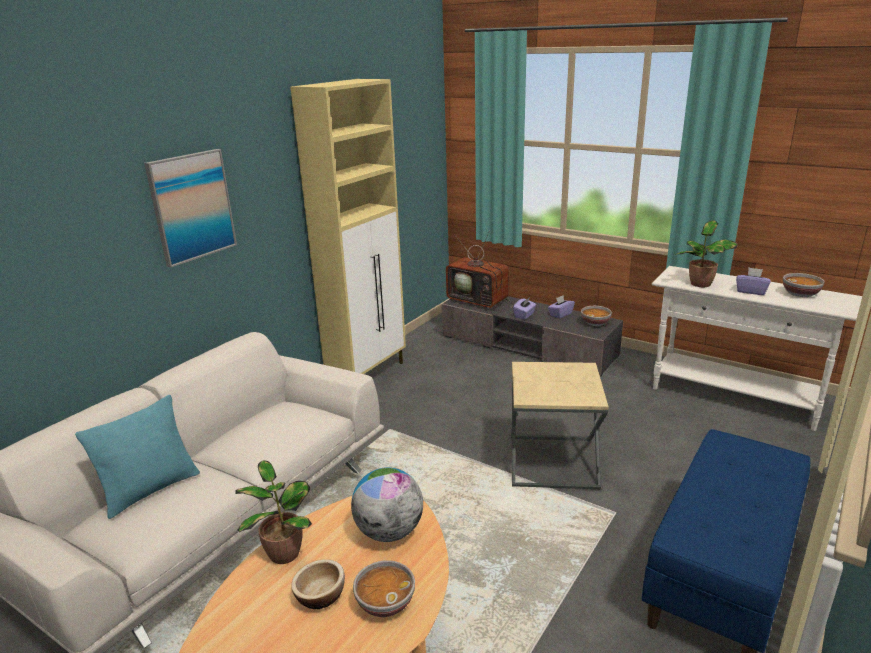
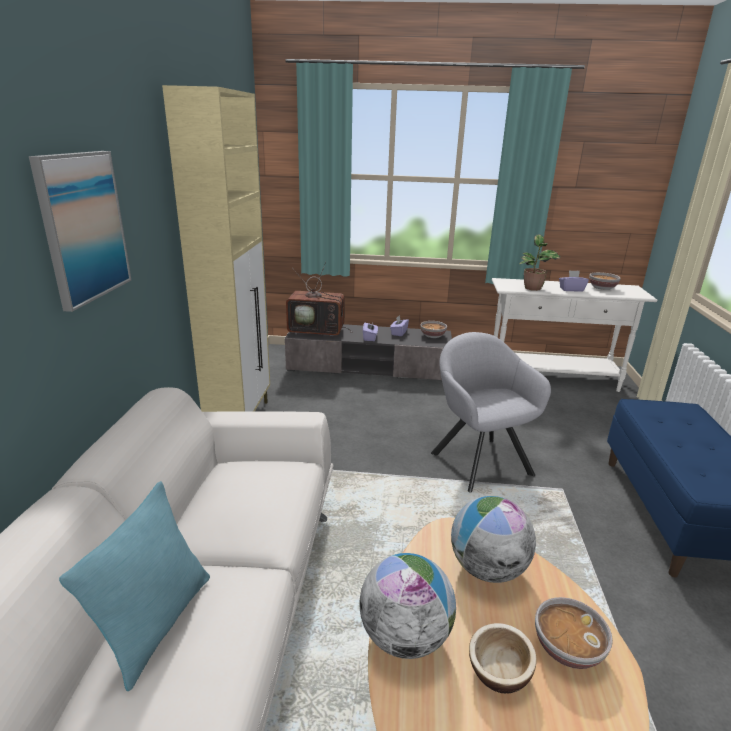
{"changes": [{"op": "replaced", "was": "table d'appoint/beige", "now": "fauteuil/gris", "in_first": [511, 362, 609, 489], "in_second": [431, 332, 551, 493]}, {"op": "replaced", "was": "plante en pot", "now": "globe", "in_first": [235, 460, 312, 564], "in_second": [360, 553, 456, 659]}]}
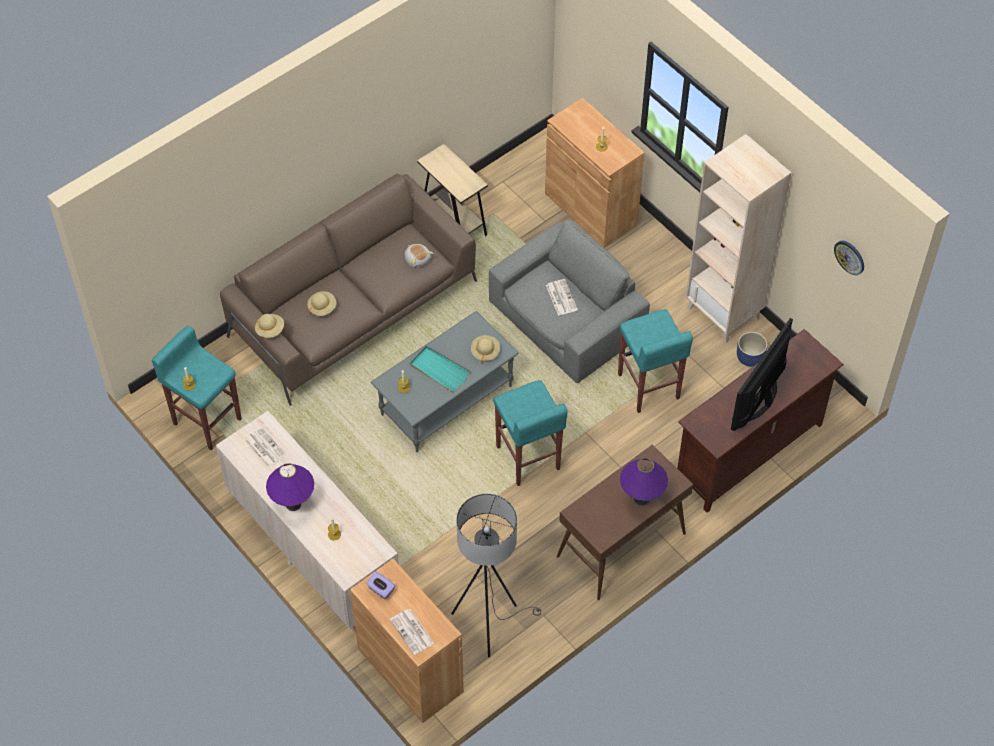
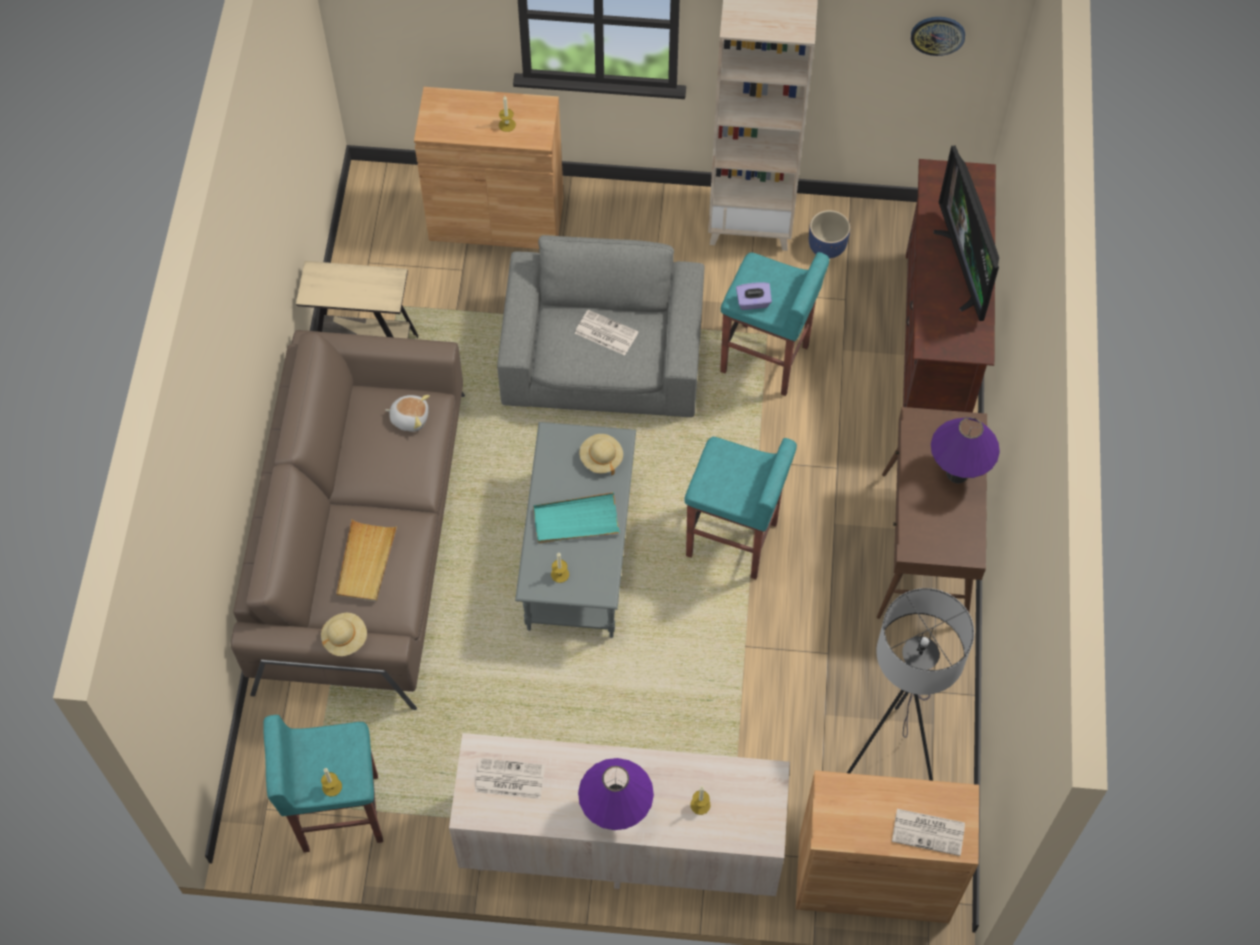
{"changes": [{"op": "replaced", "was": "chapeau/beige", "now": "plateau/beige", "in_first": [307, 291, 337, 316], "in_second": [336, 519, 397, 602]}, {"op": "moved", "was": "boîte à mouchoirs/violet", "in_first": [366, 571, 395, 599], "in_second": [736, 282, 772, 310]}]}
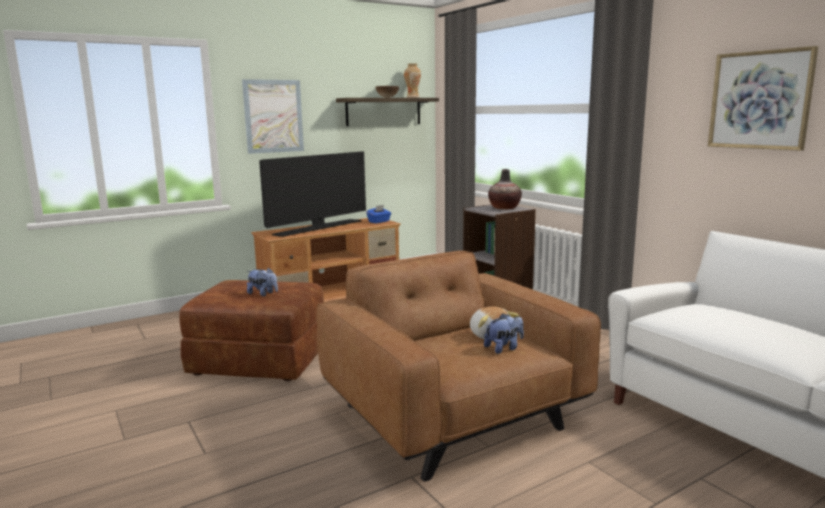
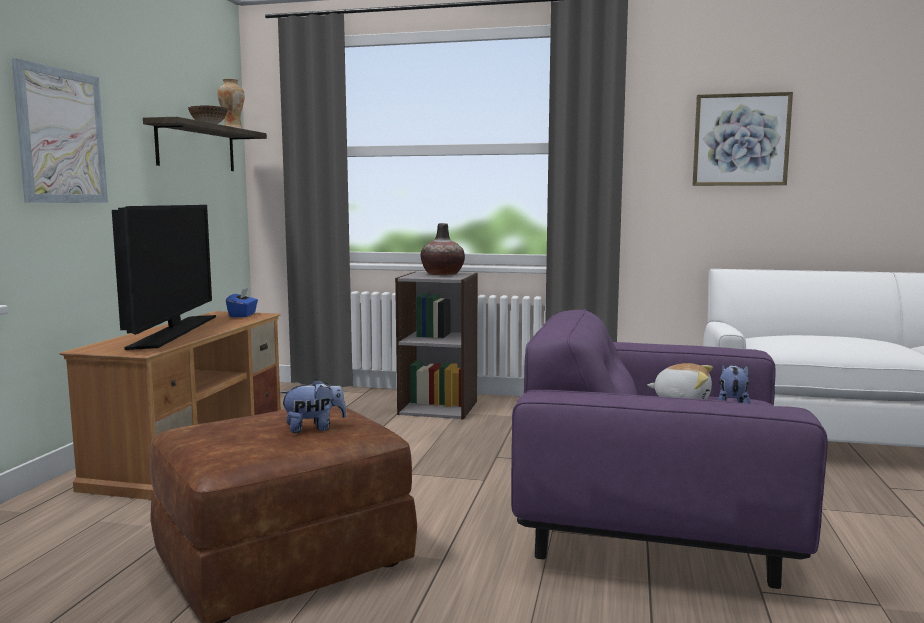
{"changes": [{"op": "recoloured", "was": "fauteuil/marron", "now": "fauteuil/violet", "in_first": [316, 251, 601, 482], "in_second": [511, 309, 828, 589]}]}
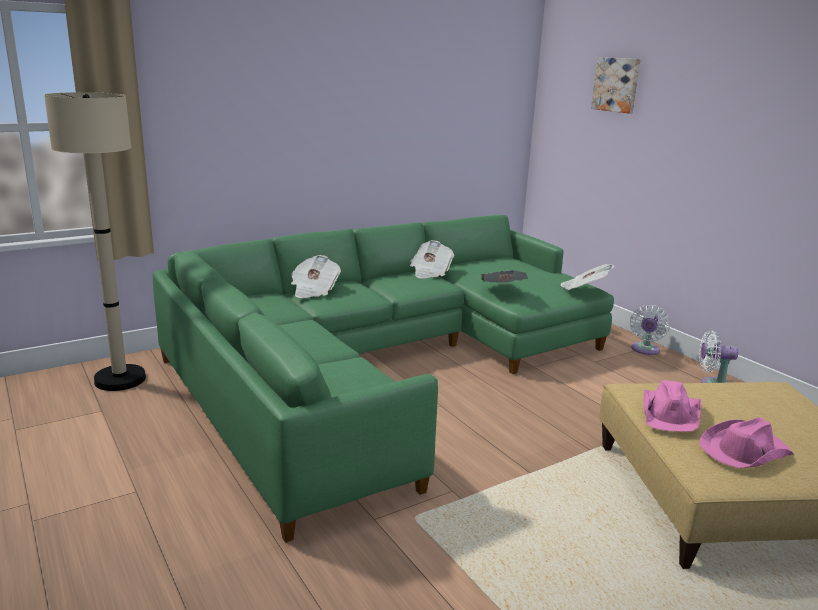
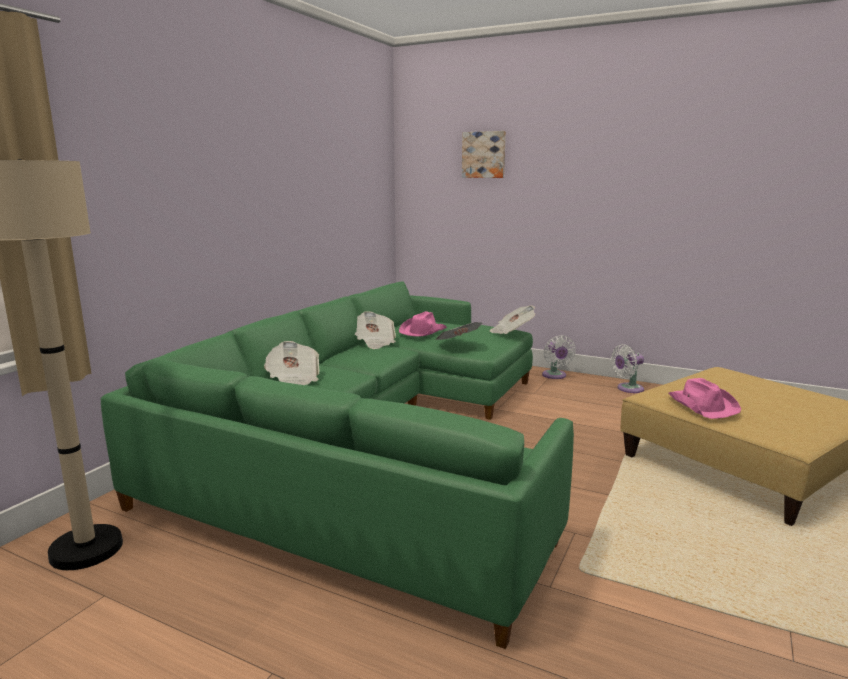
{"changes": [{"op": "moved", "was": "chapeau/rose", "in_first": [699, 417, 794, 468], "in_second": [399, 311, 447, 337]}]}
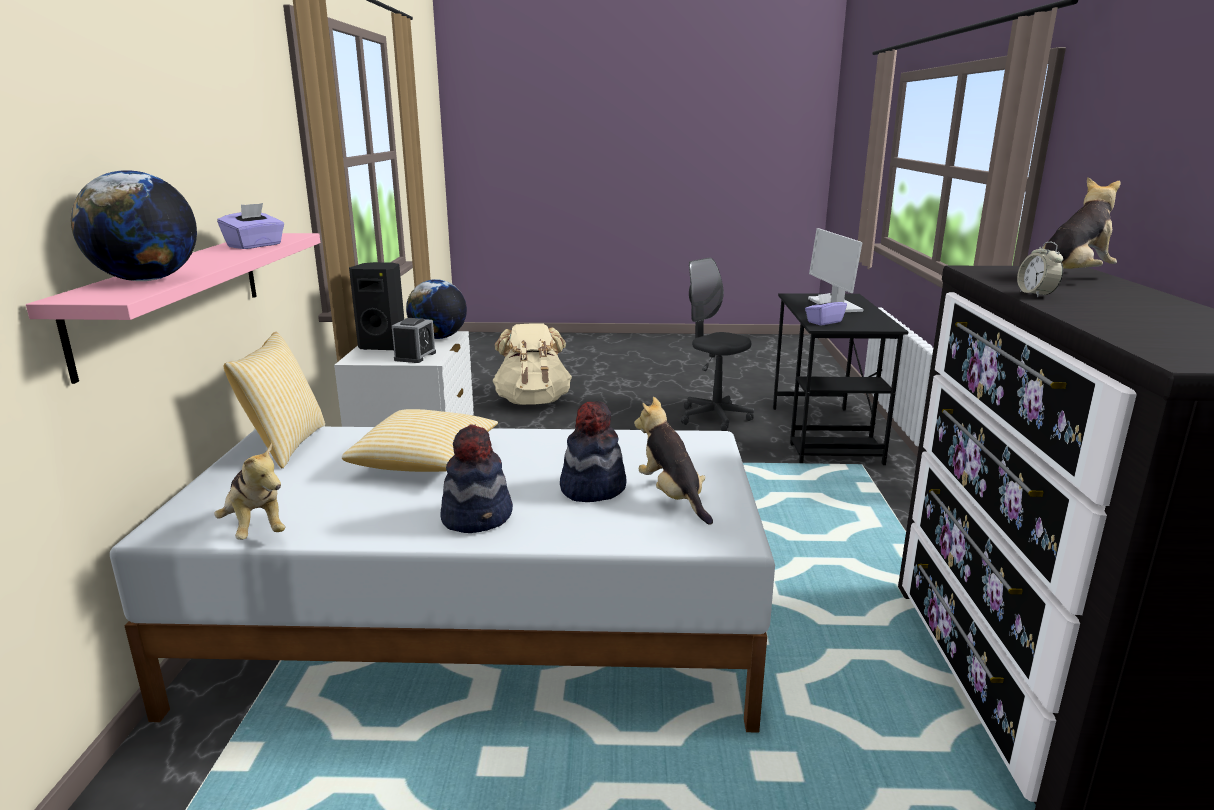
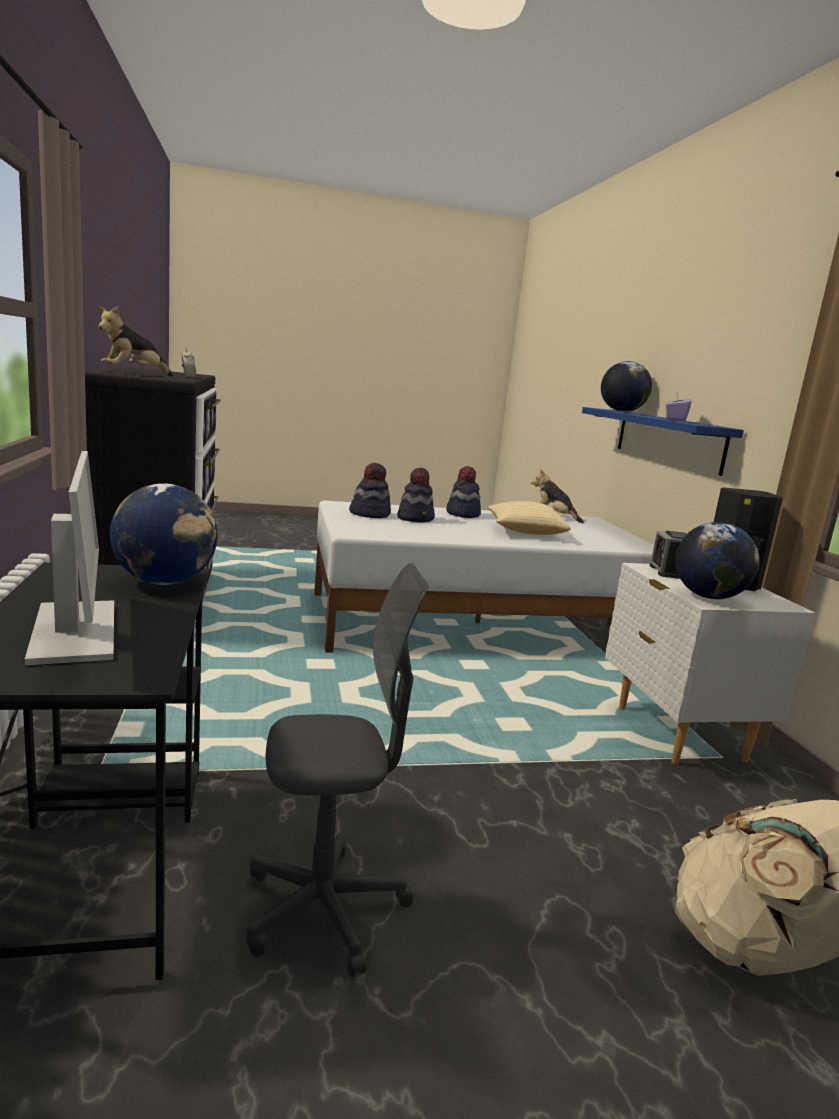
{"changes": [{"op": "recoloured", "was": "étagère/rose", "now": "étagère/bleu", "in_first": [26, 233, 320, 384], "in_second": [582, 407, 744, 476]}, {"op": "turned", "was": "chaise de bureau/gris", "in_first": [681, 258, 754, 431], "in_second": [247, 563, 428, 977], "clockwise": -45}, {"op": "replaced", "was": "boîte à mouchoirs/violet", "now": "globe", "in_first": [805, 293, 847, 325], "in_second": [110, 483, 218, 585]}, {"op": "removed", "was": "coussin", "in_first": [224, 332, 325, 468]}, {"op": "replaced", "was": "peluche", "now": "chapeau", "in_first": [634, 397, 713, 525], "in_second": [349, 463, 391, 518]}]}
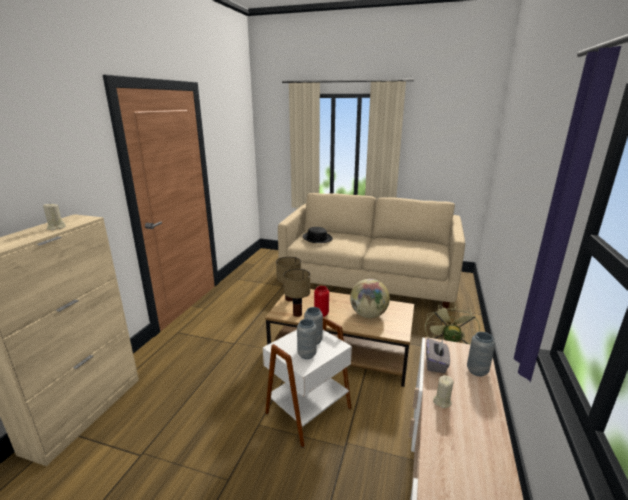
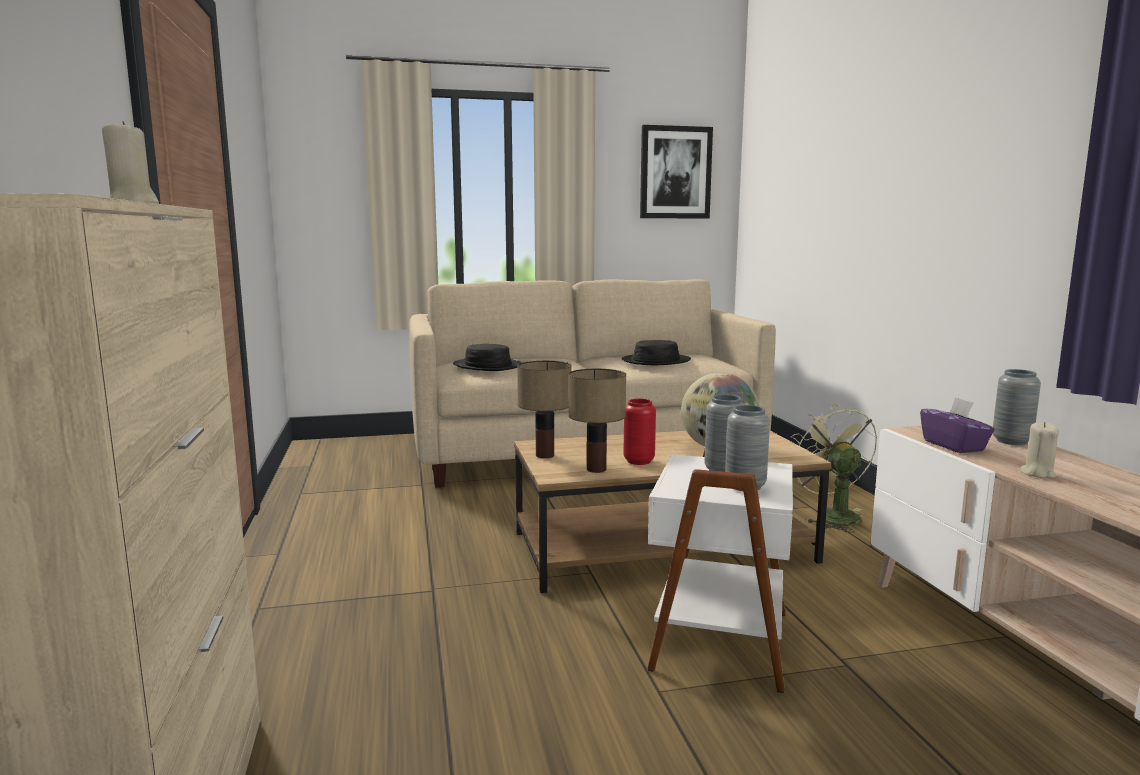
{"changes": [{"op": "recoloured", "was": "boîte à mouchoirs/gris", "now": "boîte à mouchoirs/violet", "in_first": [426, 338, 450, 373], "in_second": [920, 397, 995, 453]}, {"op": "added", "now": "tableau", "in_second": [640, 125, 713, 219]}, {"op": "added", "now": "chapeau/noir", "in_second": [621, 340, 691, 365]}]}
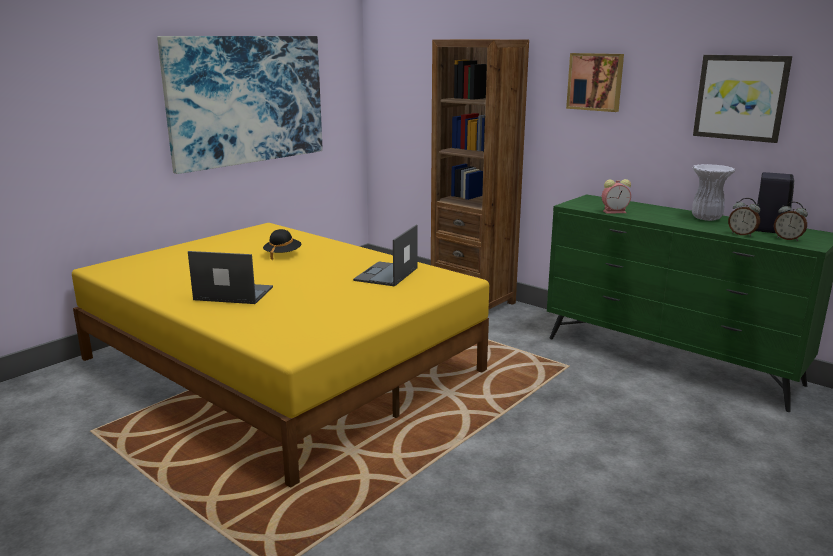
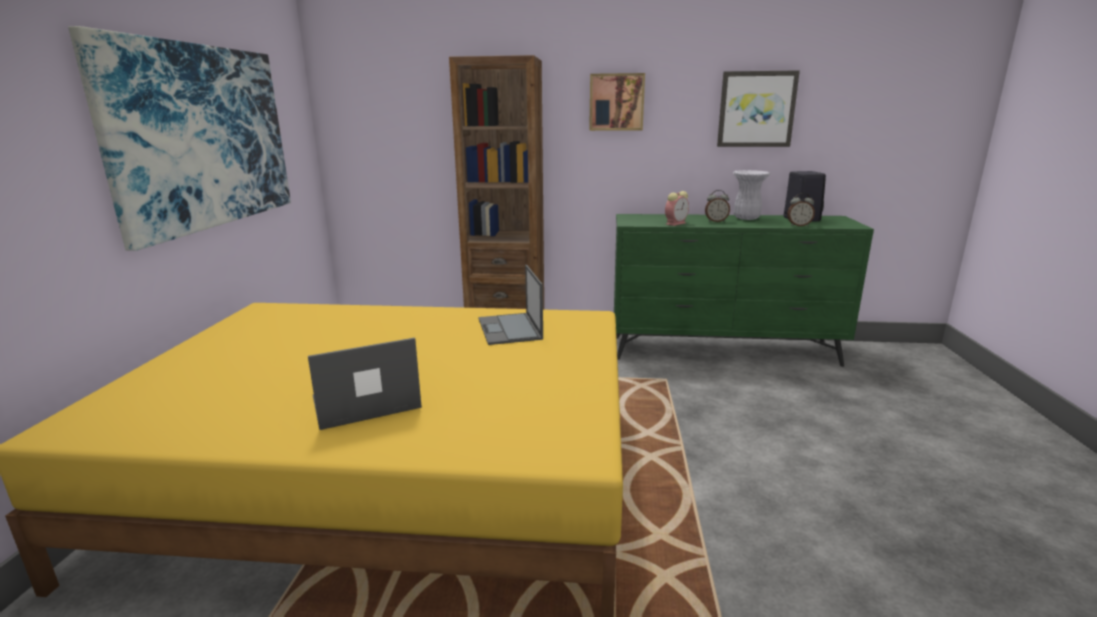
{"changes": [{"op": "moved", "was": "réveil", "in_first": [774, 202, 808, 241], "in_second": [705, 190, 730, 222]}, {"op": "removed", "was": "chapeau/noir", "in_first": [263, 229, 301, 260]}]}
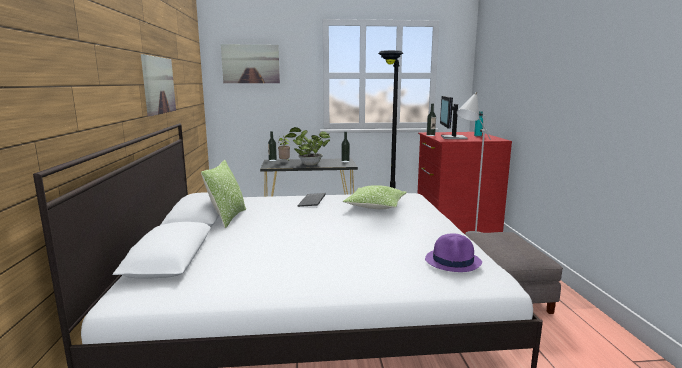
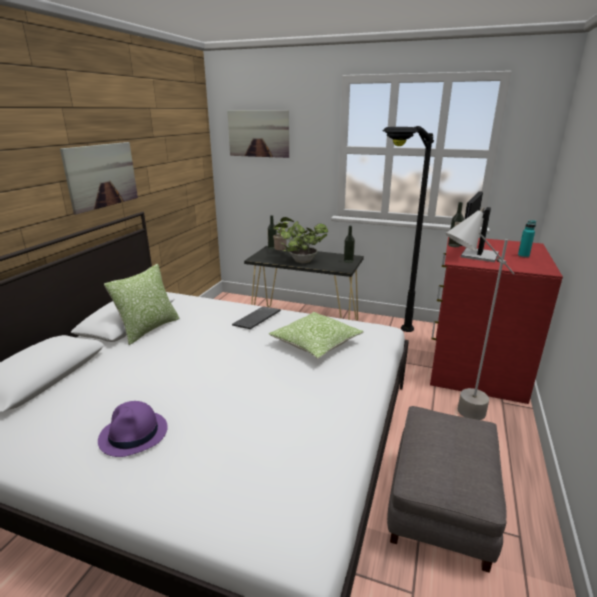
{"changes": [{"op": "moved", "was": "chapeau/violet", "in_first": [425, 233, 482, 272], "in_second": [98, 401, 168, 457]}]}
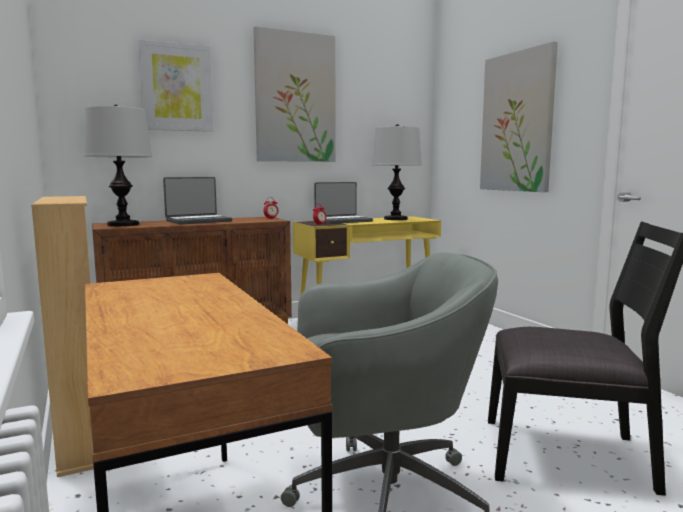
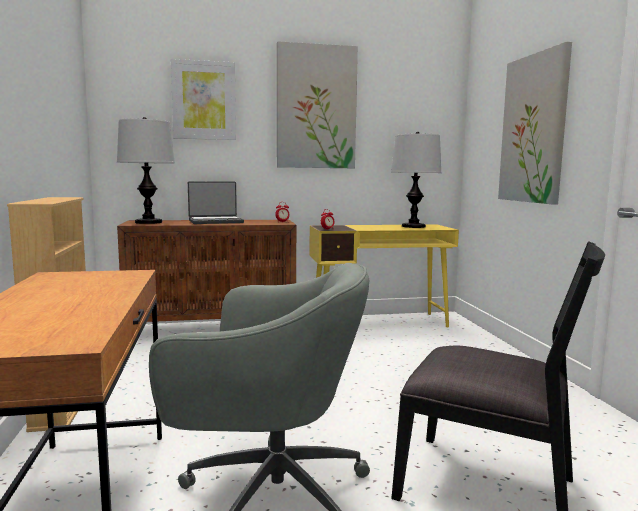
{"changes": [{"op": "removed", "was": "ordinateur portable", "in_first": [314, 182, 373, 224]}]}
